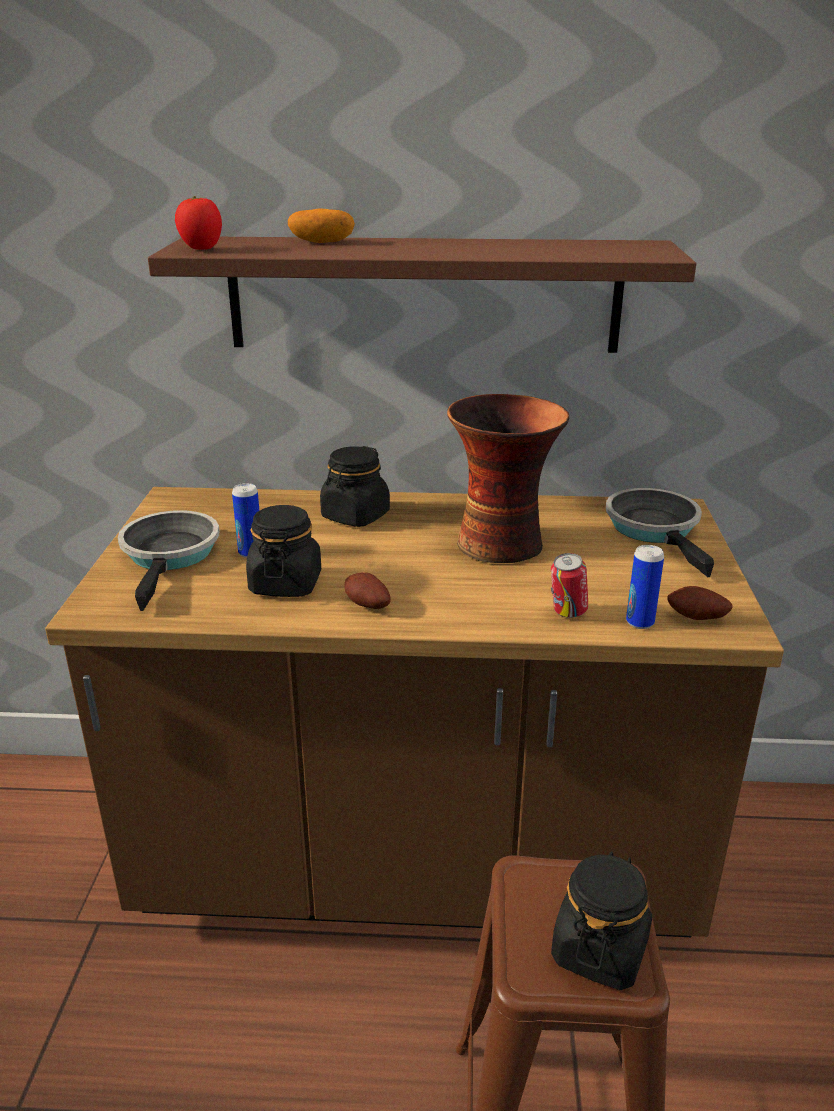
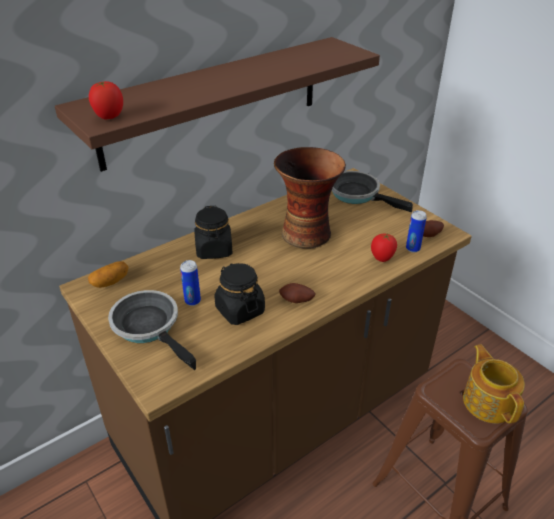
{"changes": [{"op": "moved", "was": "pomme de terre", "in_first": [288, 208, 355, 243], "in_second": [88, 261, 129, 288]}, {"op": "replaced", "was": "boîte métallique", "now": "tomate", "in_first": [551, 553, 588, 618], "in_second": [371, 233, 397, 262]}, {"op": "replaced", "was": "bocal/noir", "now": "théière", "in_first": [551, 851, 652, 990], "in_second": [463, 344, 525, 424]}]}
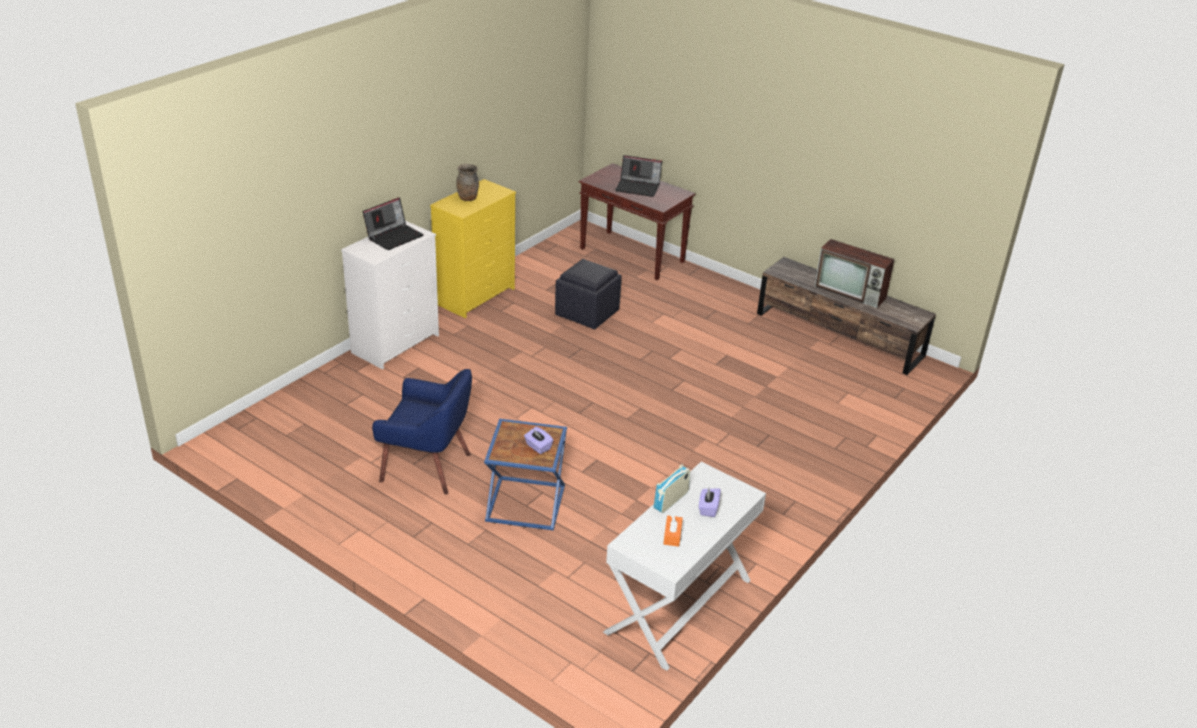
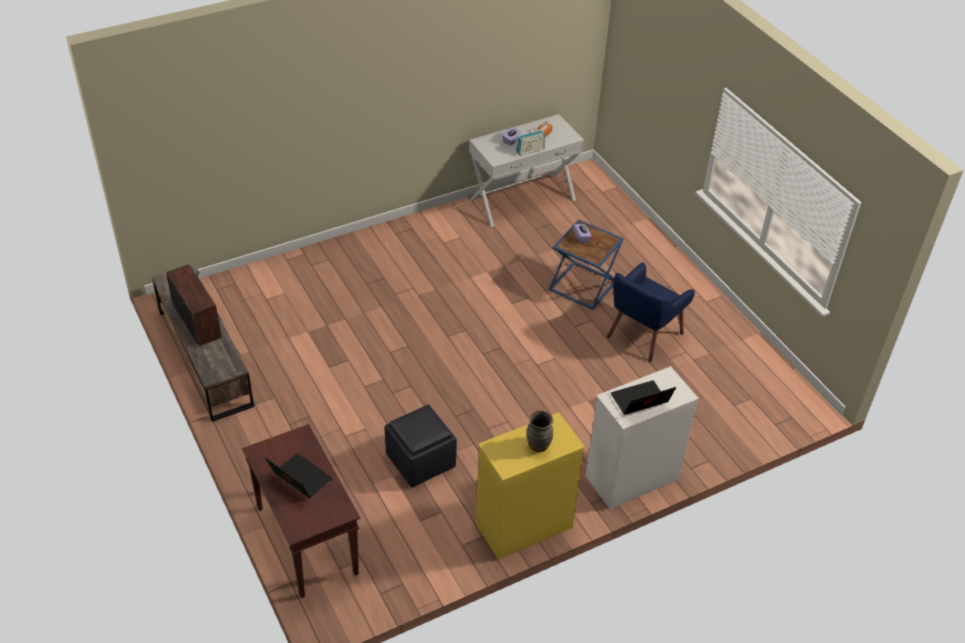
{"changes": [{"op": "turned", "was": "fauteuil/bleu", "in_first": [372, 369, 472, 495], "in_second": [607, 262, 695, 362], "clockwise": -90}]}
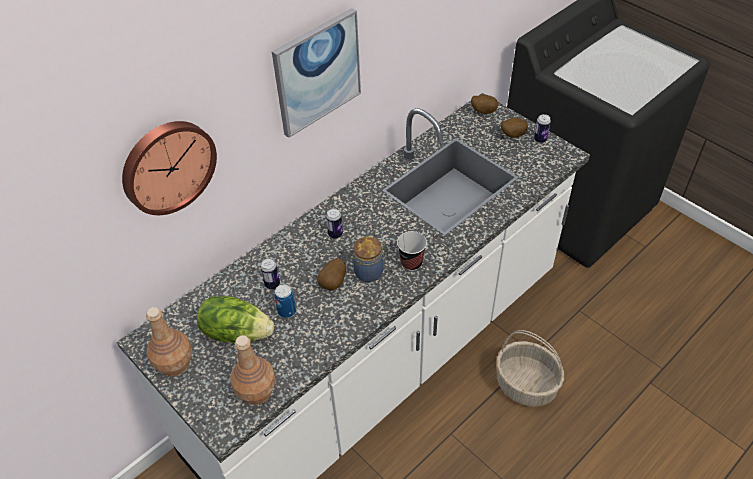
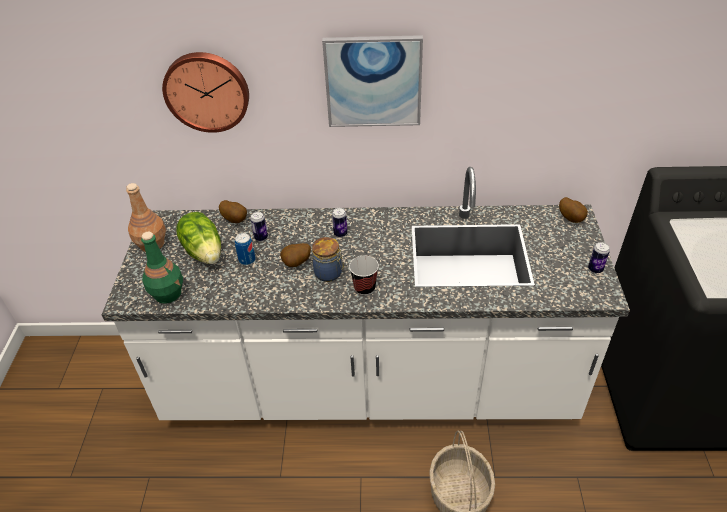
{"changes": [{"op": "moved", "was": "pomme de terre", "in_first": [501, 118, 528, 138], "in_second": [219, 200, 247, 223]}, {"op": "recoloured", "was": "bouteille/marron", "now": "bouteille/vert", "in_first": [230, 335, 276, 405], "in_second": [141, 232, 183, 303]}]}
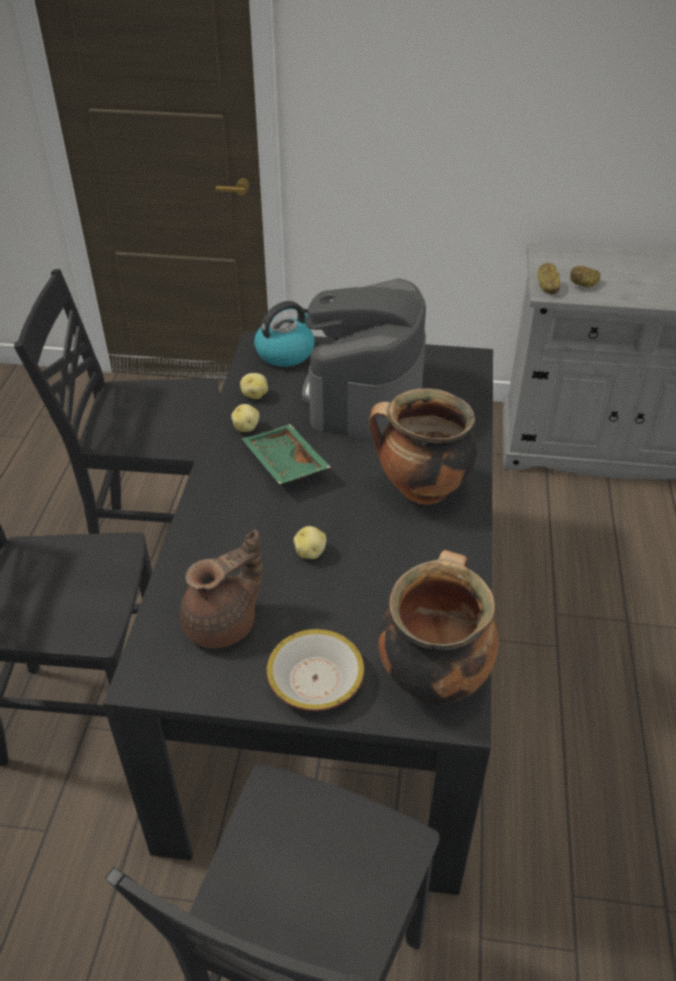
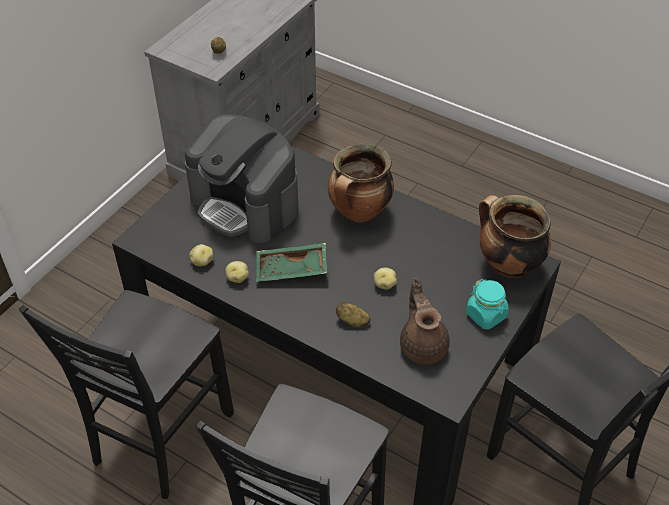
{"changes": [{"op": "moved", "was": "pomme de terre", "in_first": [538, 263, 560, 294], "in_second": [336, 302, 370, 327]}, {"op": "removed", "was": "bouilloire", "in_first": [254, 301, 315, 367]}, {"op": "replaced", "was": "bol", "now": "bocal/turquoise", "in_first": [267, 629, 364, 711], "in_second": [466, 279, 509, 330]}]}
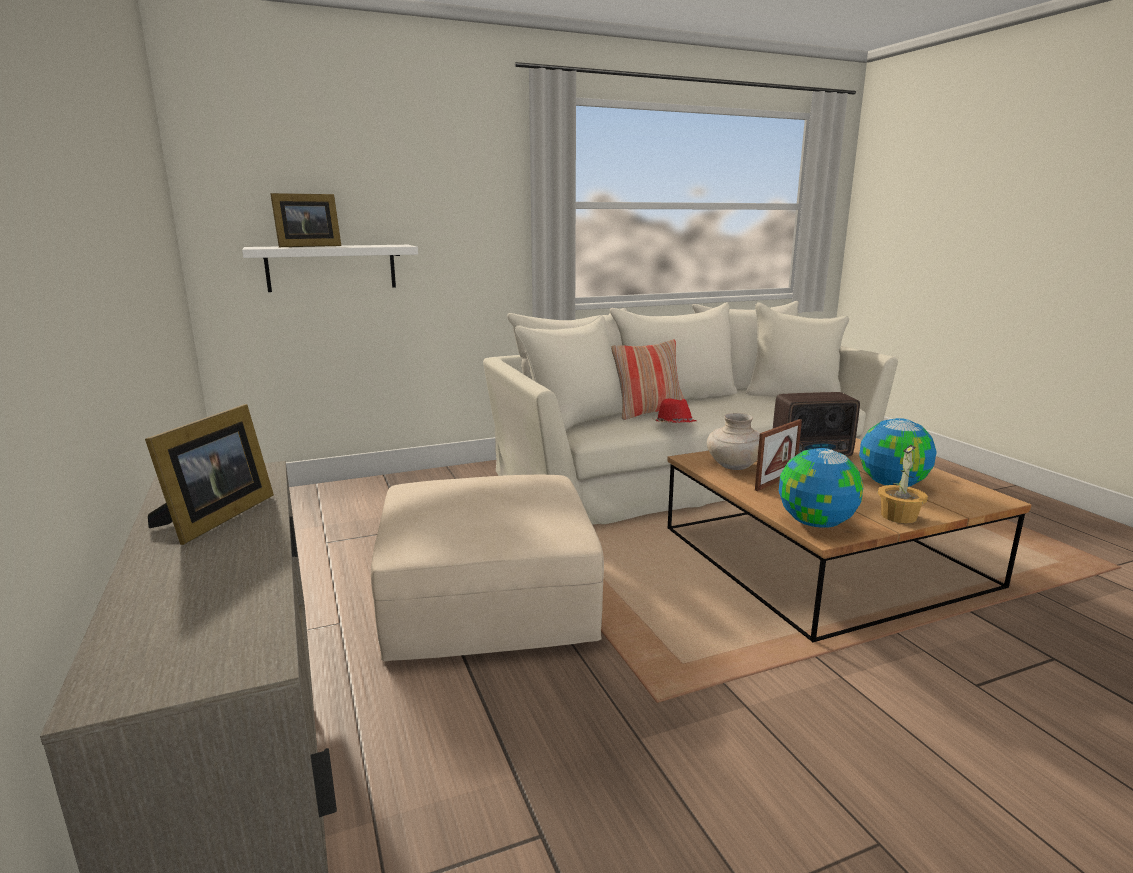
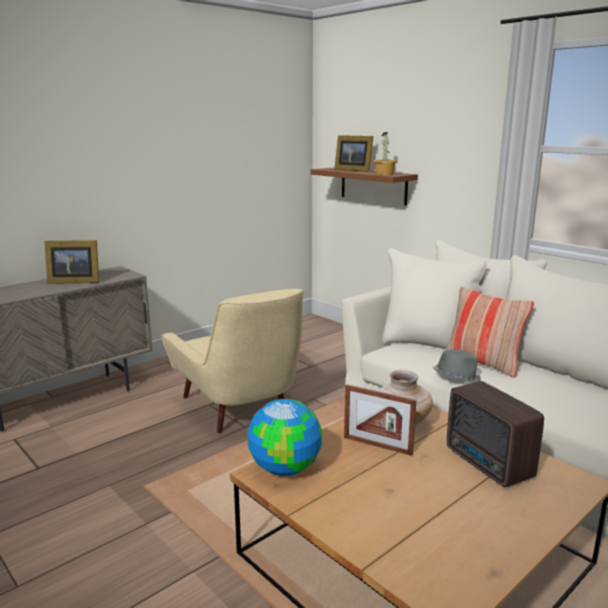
{"changes": [{"op": "recoloured", "was": "étagère/blanc", "now": "étagère/marron", "in_first": [242, 245, 418, 292], "in_second": [311, 167, 418, 205]}, {"op": "recoloured", "was": "chapeau/rouge", "now": "chapeau/gris", "in_first": [653, 399, 697, 423], "in_second": [433, 349, 481, 383]}, {"op": "removed", "was": "globe", "in_first": [859, 418, 937, 487]}, {"op": "moved", "was": "plante en pot", "in_first": [877, 445, 928, 524], "in_second": [373, 132, 397, 175]}, {"op": "replaced", "was": "pouf/beige", "now": "fauteuil/beige", "in_first": [371, 475, 604, 661], "in_second": [161, 289, 304, 433]}]}
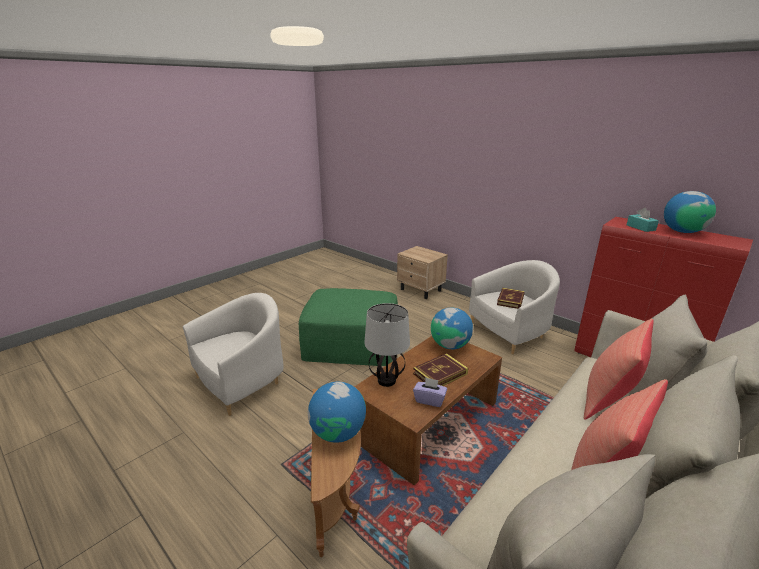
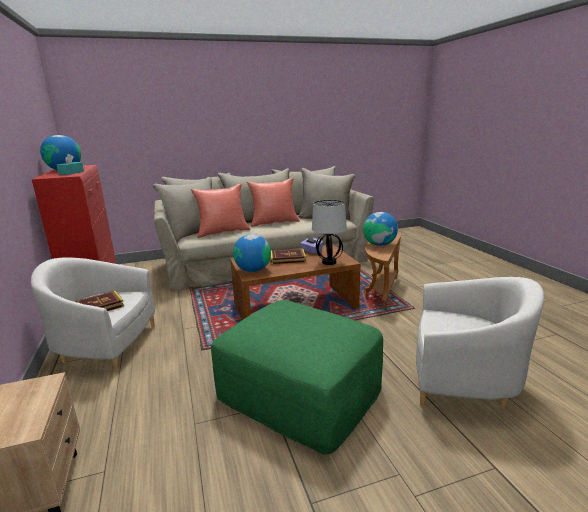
{"changes": [{"op": "turned", "was": "fauteuil/blanc", "in_first": [183, 293, 284, 416], "in_second": [416, 277, 544, 409], "clockwise": -150}]}
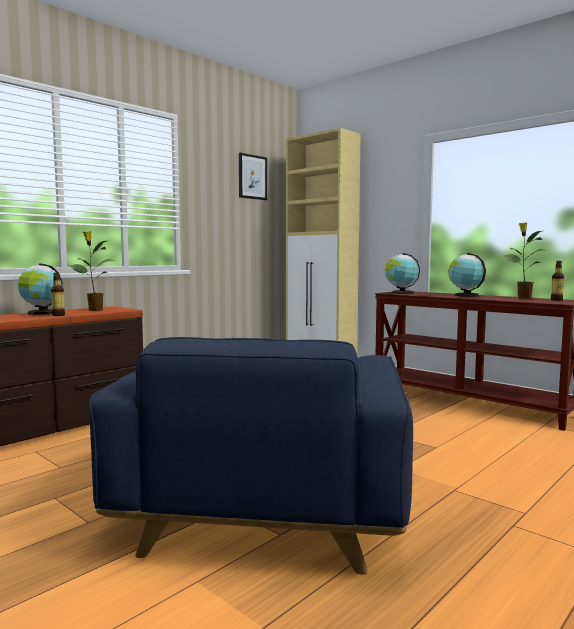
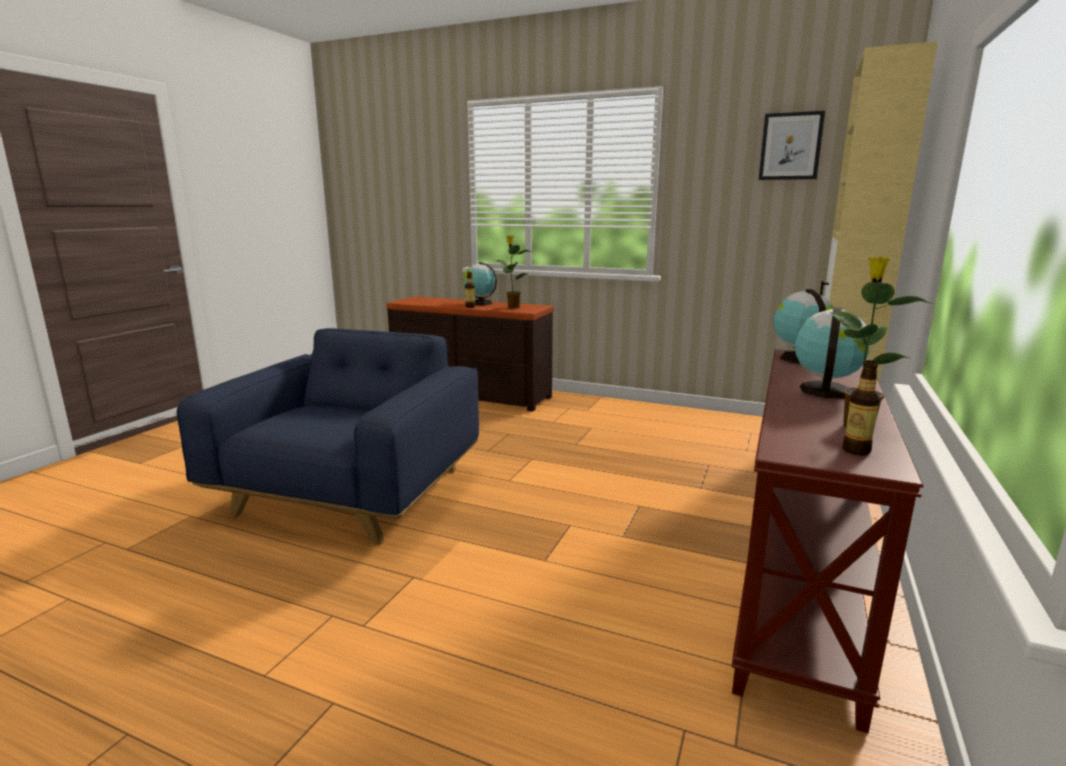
{"changes": [{"op": "turned", "was": "fauteuil/bleu", "in_first": [89, 337, 413, 575], "in_second": [177, 328, 479, 544], "clockwise": 120}]}
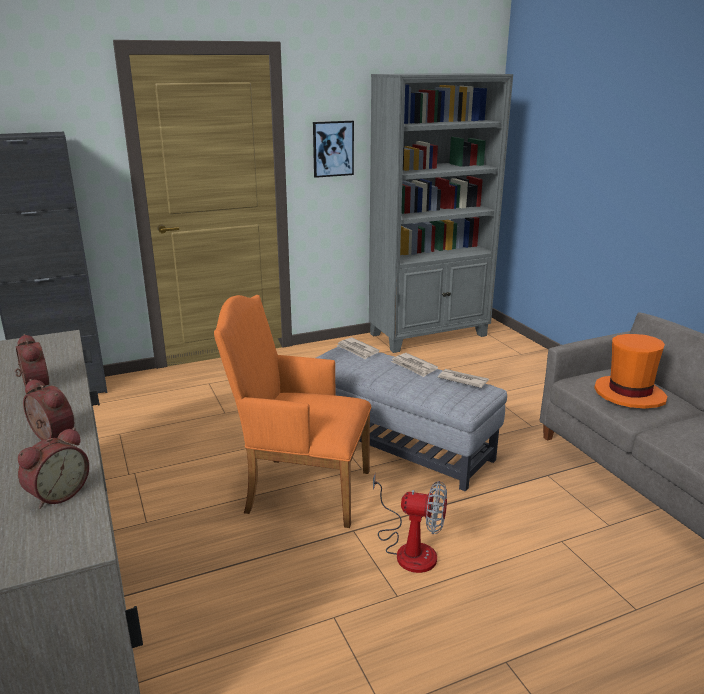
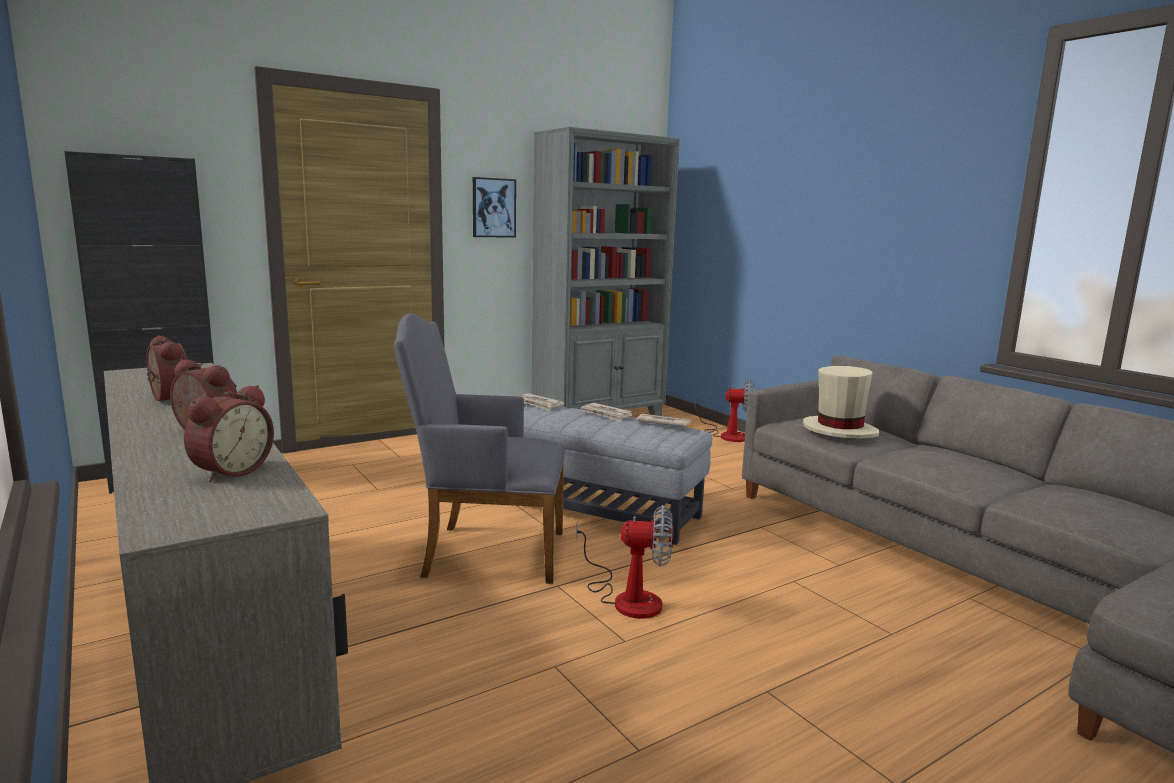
{"changes": [{"op": "recoloured", "was": "fauteuil/orange", "now": "fauteuil/gris", "in_first": [214, 295, 372, 528], "in_second": [394, 313, 566, 584]}, {"op": "recoloured", "was": "chapeau/orange", "now": "chapeau/beige", "in_first": [594, 334, 667, 409], "in_second": [803, 366, 879, 439]}, {"op": "added", "now": "ventilateur", "in_second": [695, 380, 755, 442]}]}
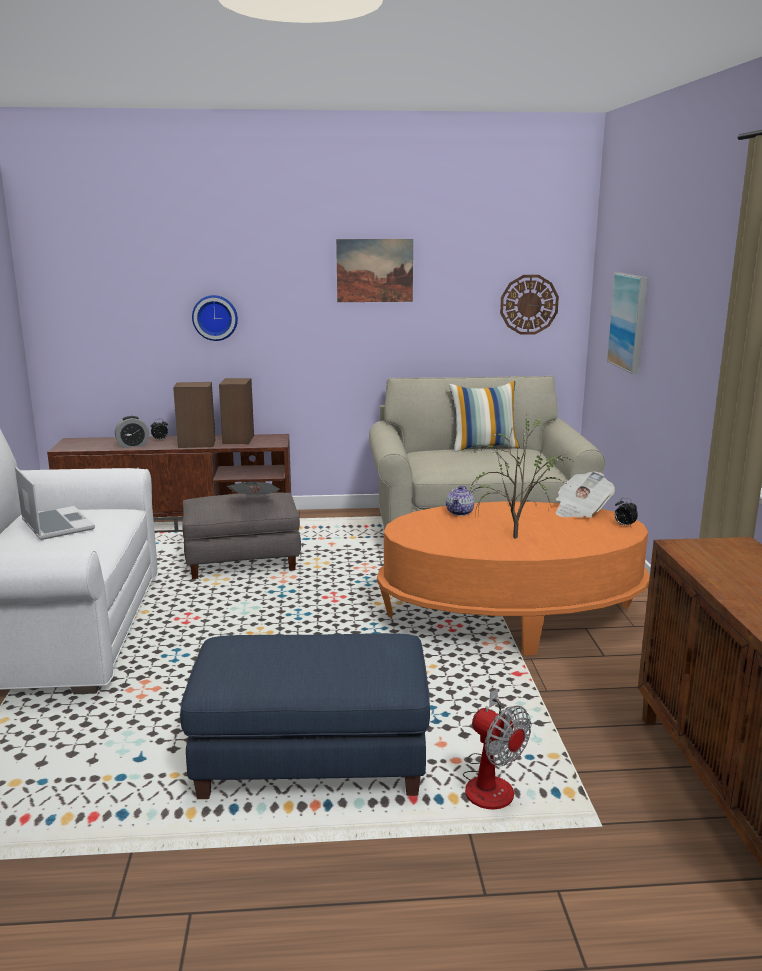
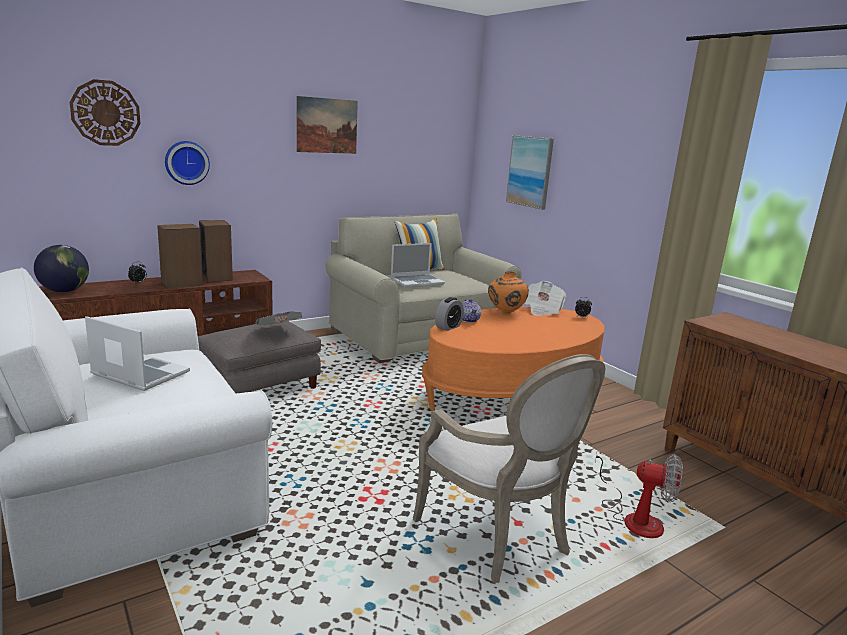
{"changes": [{"op": "moved", "was": "horloge murale", "in_first": [500, 275, 559, 335], "in_second": [70, 79, 141, 146]}, {"op": "moved", "was": "réveil", "in_first": [115, 416, 149, 448], "in_second": [435, 297, 464, 331]}, {"op": "removed", "was": "plante en pot", "in_first": [469, 418, 572, 539]}, {"op": "replaced", "was": "pouf/bleu", "now": "fauteuil", "in_first": [180, 633, 430, 799], "in_second": [413, 354, 605, 583]}, {"op": "added", "now": "ordinateur portable", "in_second": [390, 243, 445, 288]}, {"op": "added", "now": "globe", "in_second": [34, 245, 89, 293]}, {"op": "added", "now": "vase/orange", "in_second": [488, 271, 529, 313]}]}
